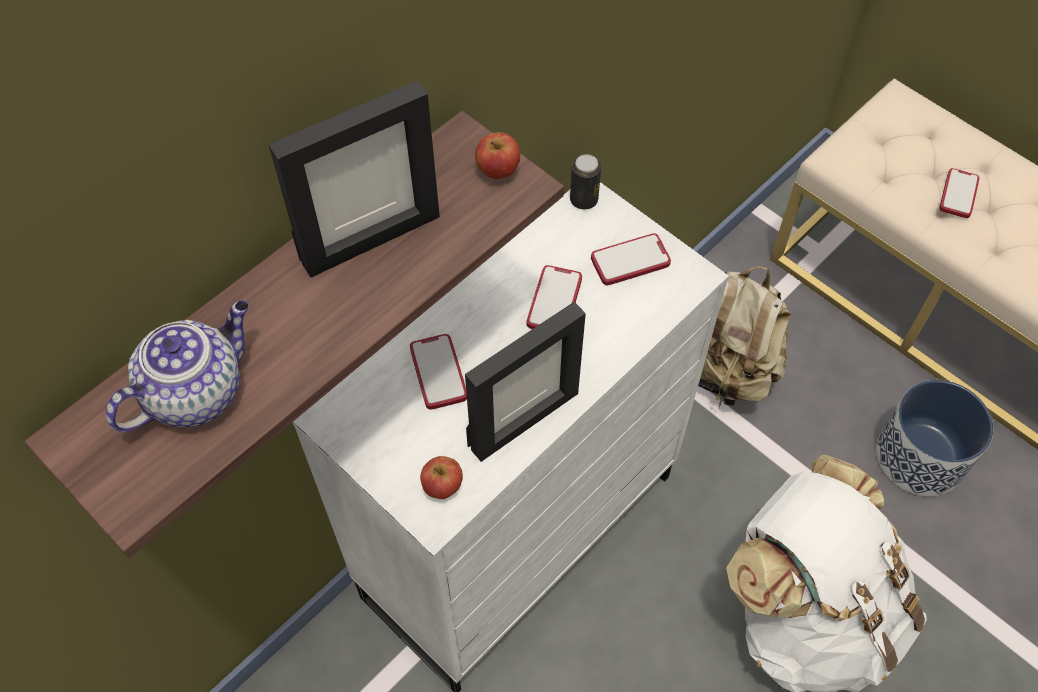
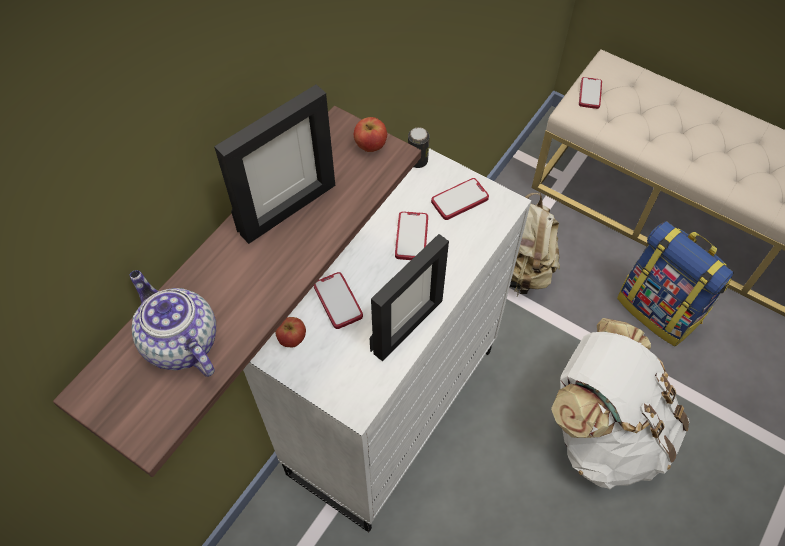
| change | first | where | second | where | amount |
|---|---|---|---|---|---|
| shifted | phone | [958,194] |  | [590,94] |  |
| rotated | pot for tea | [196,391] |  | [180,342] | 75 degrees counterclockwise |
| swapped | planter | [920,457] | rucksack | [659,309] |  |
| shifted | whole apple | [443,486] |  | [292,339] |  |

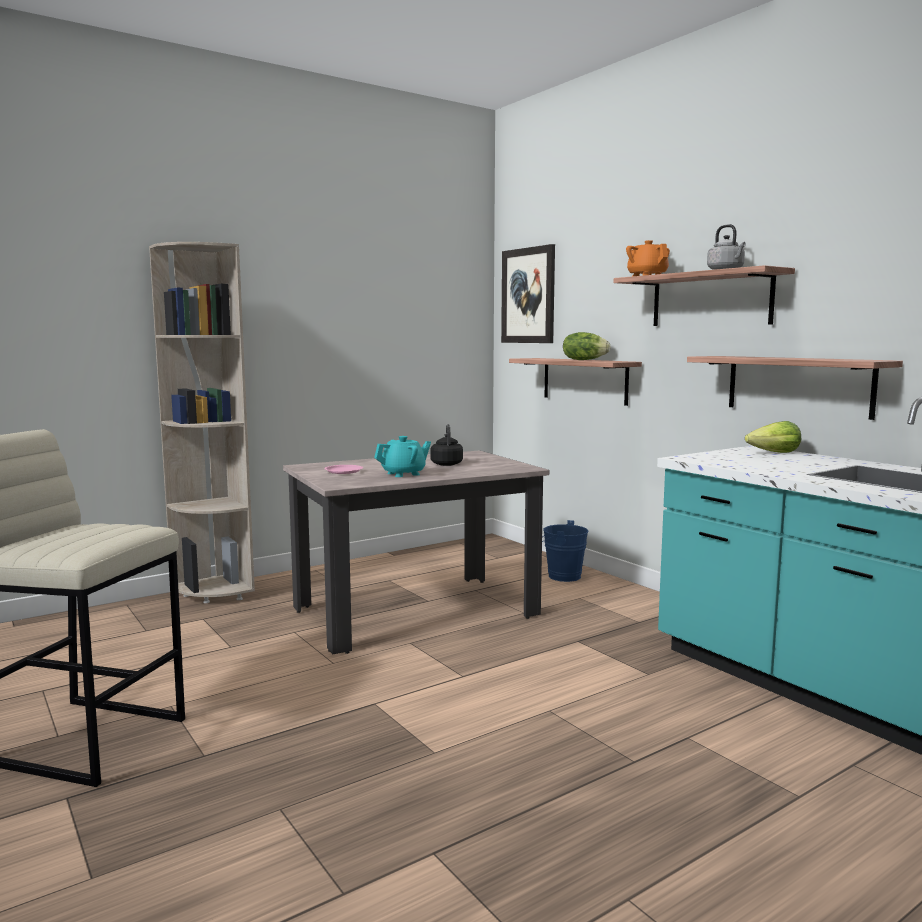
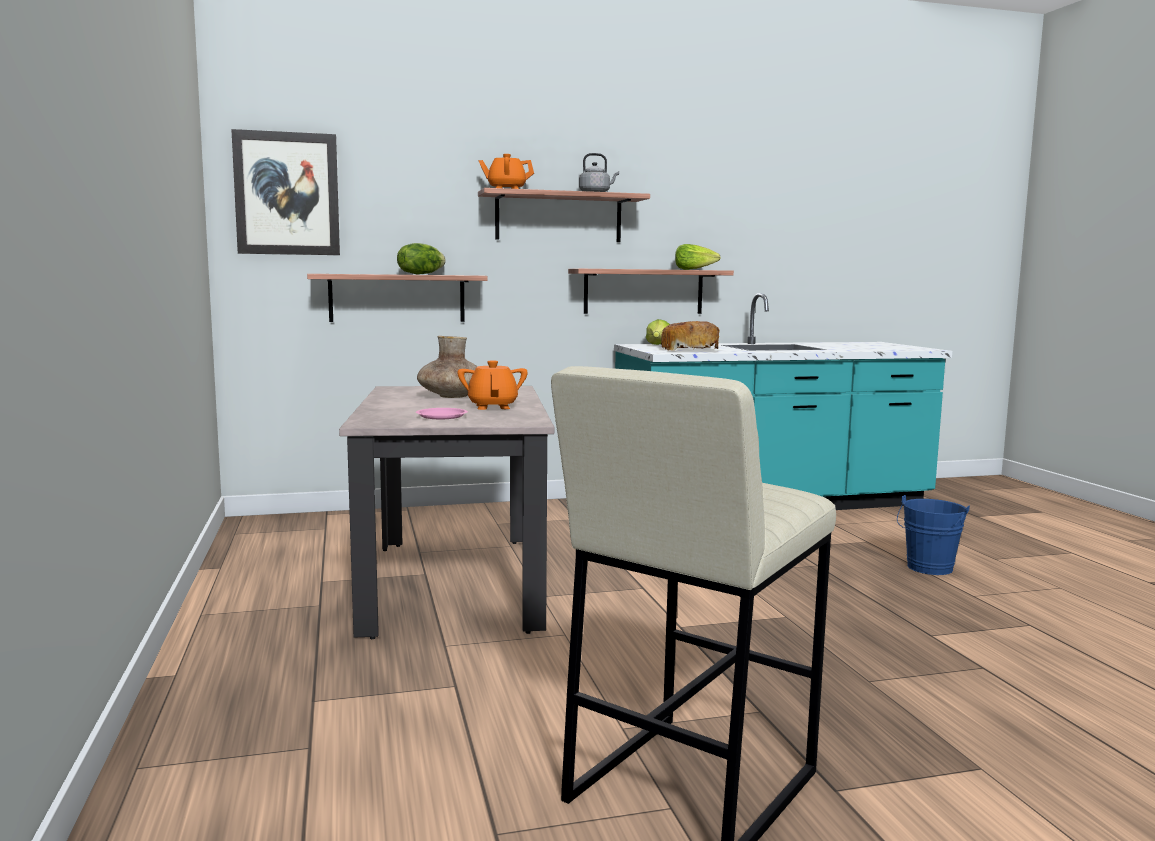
| change | first | where | second | where | amount |
|---|---|---|---|---|---|
| gone | bookcase in sand-coloured | [214,596] |  |  |  |
| swapped | kettle in blackish | [446,464] | flower vase in brown | [451,396] |  |
| repainted | pot for tea in turquoise | [404,474] | pot for tea in orangey | [493,407] |  |
| shifted | water bucket in bluish | [560,576] |  | [928,569] |  |
| new |  |  | lettuce head | [694,269] |  |
| new |  |  | bread | [688,350] |  |

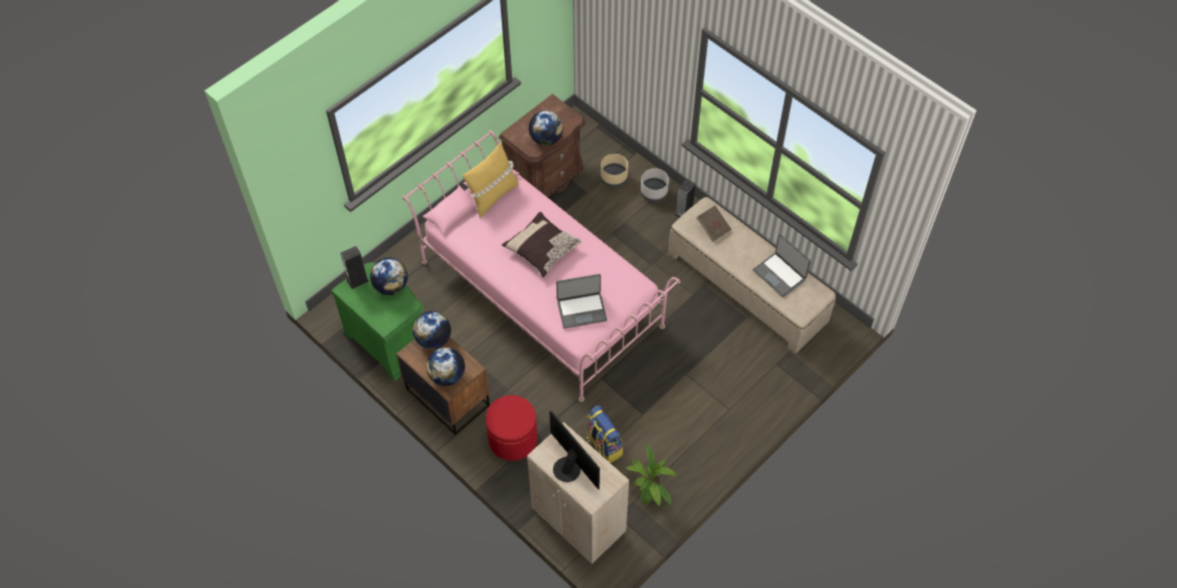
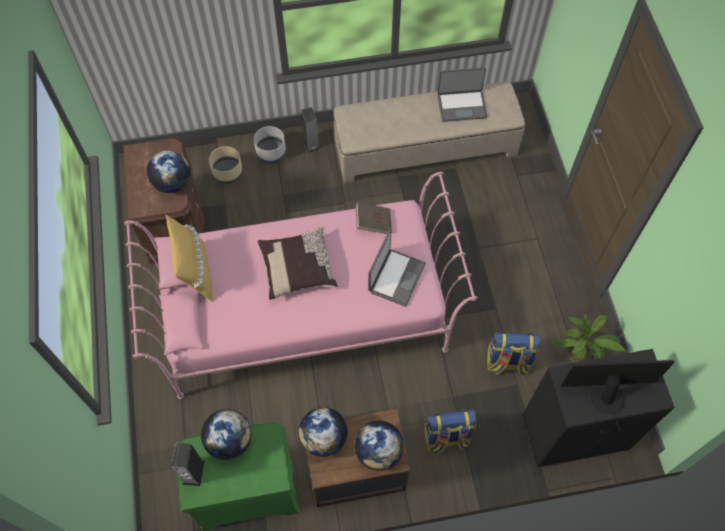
| change | first | where | second | where | amount |
|---|---|---|---|---|---|
| shifted | bound book in brown | [713,228] |  | [373,223] |  |
| swapped | pouffe in red-coloured | [513,439] | rucksack | [446,438] |  |
| repainted | cupboard in sand-coloured | [577,521] | cupboard in blackish | [572,435] |  |

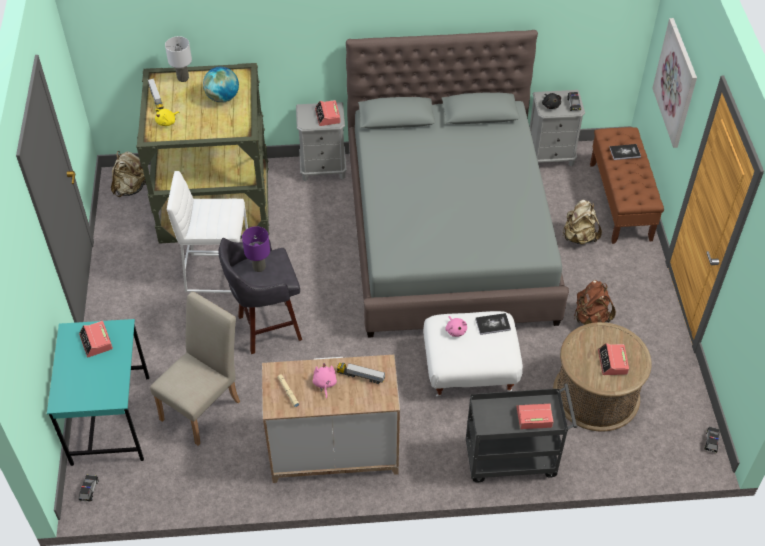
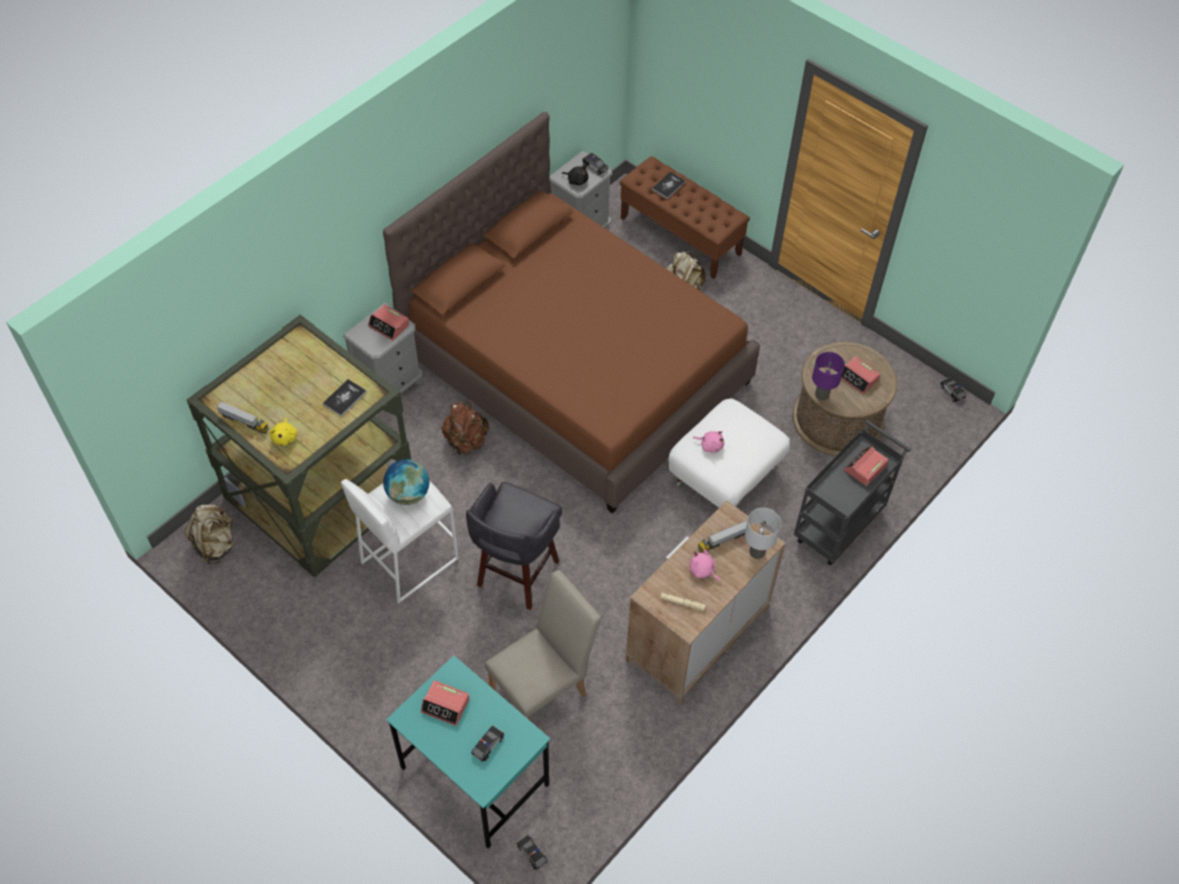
| change | first | where | second | where | amount |
|---|---|---|---|---|---|
| gone | wall art | [676,83] |  |  |  |
| repainted | bedroom bed in greyish | [449,235] | bedroom bed in brown | [575,368] |  |
| shifted | table lamp in white | [183,79] |  | [757,553] |  |
| shifted | world globe | [223,98] |  | [408,494] |  |
| shifted | table lamp in purplish | [258,268] |  | [822,396] |  |
| shifted | rucksack in brown | [591,317] |  | [465,442] |  |
| rotated | plain chair in sand-coloured | [205,406] |  | [544,690] | 60 degrees clockwise |
| shifted | bound book | [492,324] |  | [344,398] |  |
| new |  |  | model car | [487,746] |  |

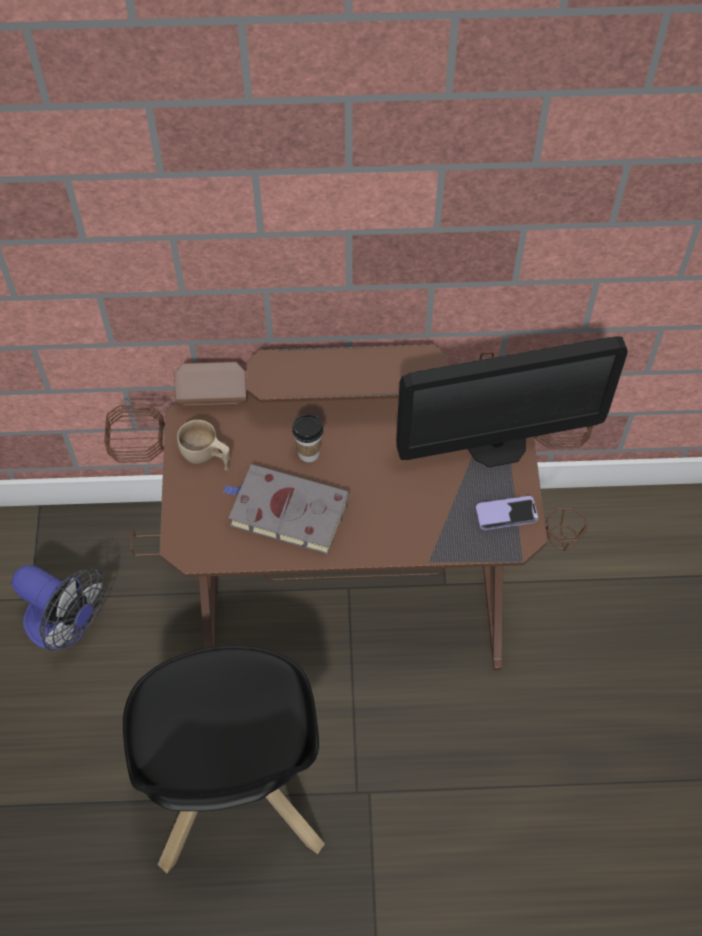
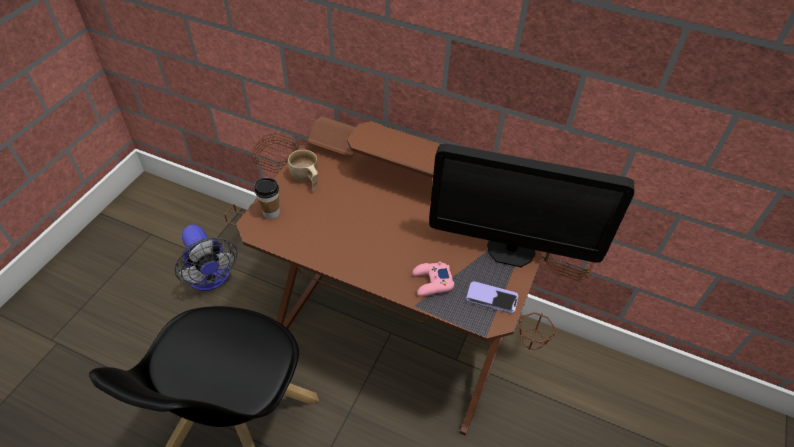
| change | first | where | second | where | amount |
|---|---|---|---|---|---|
| shifted | small cup | [308,453] |  | [271,213] |  |
| gone | bound book in greyish | [285,512] |  |  |  |
| new |  |  | gamepad in pink | [432,282] |  |

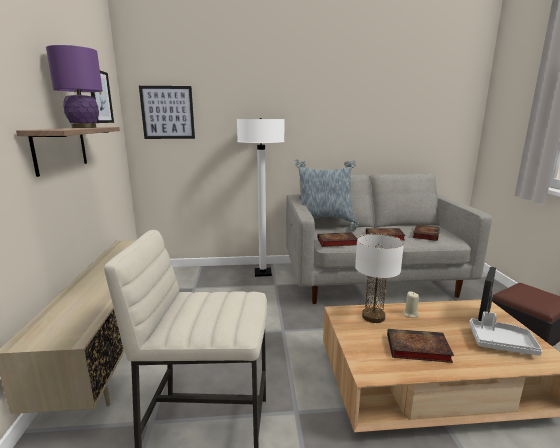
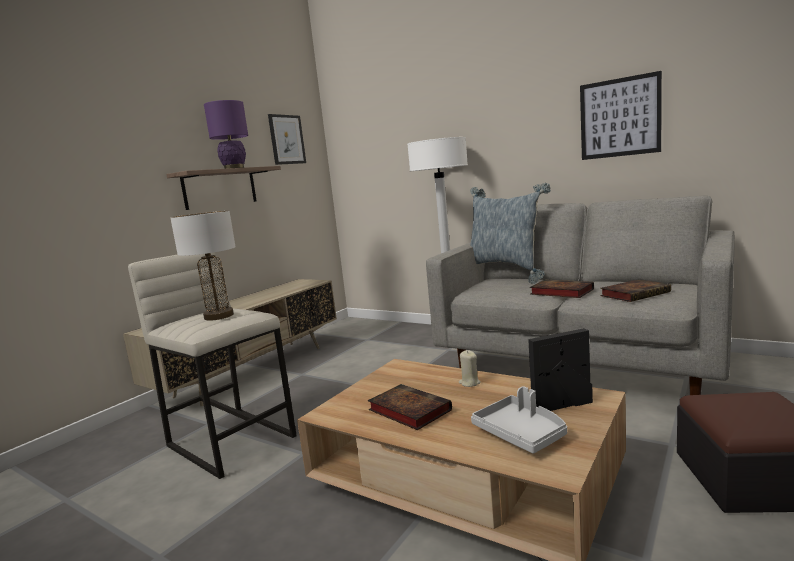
| change | first | where | second | where | amount |
|---|---|---|---|---|---|
| shifted | wall art | [167,112] |  | [619,117] |  |
| gone | bound book | [336,242] |  |  |  |
| shifted | table lamp | [373,316] |  | [219,316] |  |

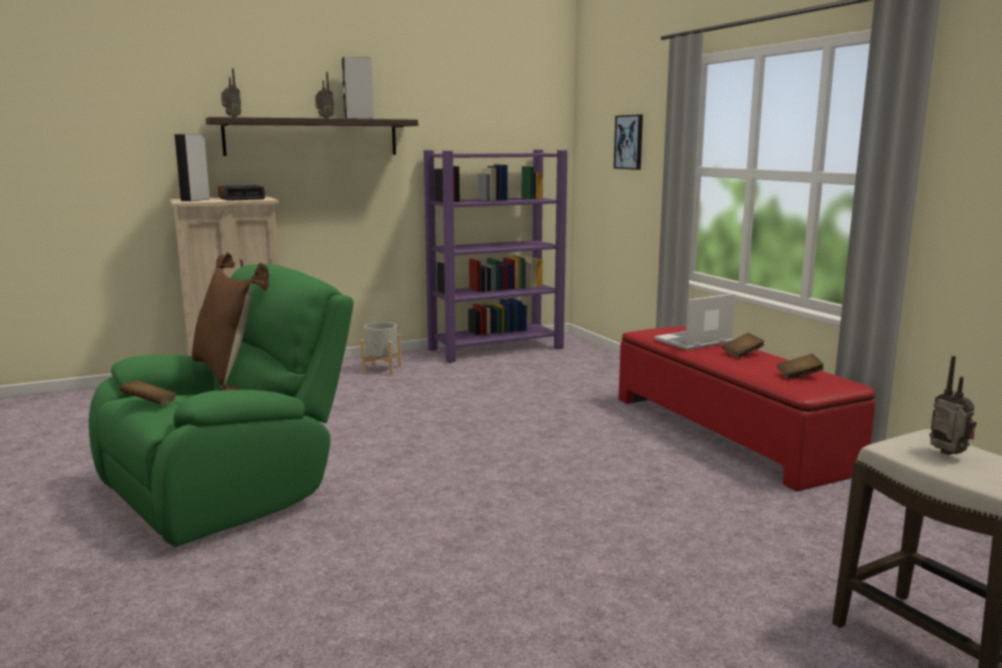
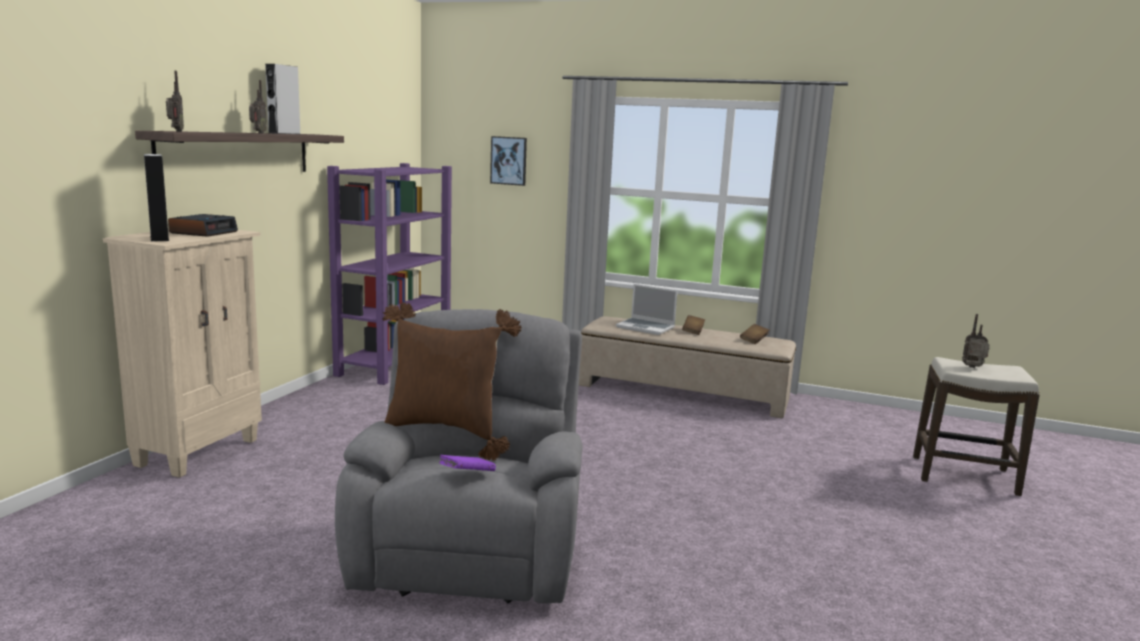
| change | first | where | second | where | amount |
|---|---|---|---|---|---|
| repainted | armchair in greenish | [227,492] | armchair in greyish | [471,551] |  |
| rotated | portable computer | [693,342] |  | [646,327] | 75 degrees counterclockwise |
| gone | planter in greyish | [381,370] |  |  |  |
| repainted | bench in red-coloured | [728,432] | bench in sand-coloured | [684,392] |  |
| repainted | bound book in brown | [149,404] | bound book in purplish | [467,475] |  |

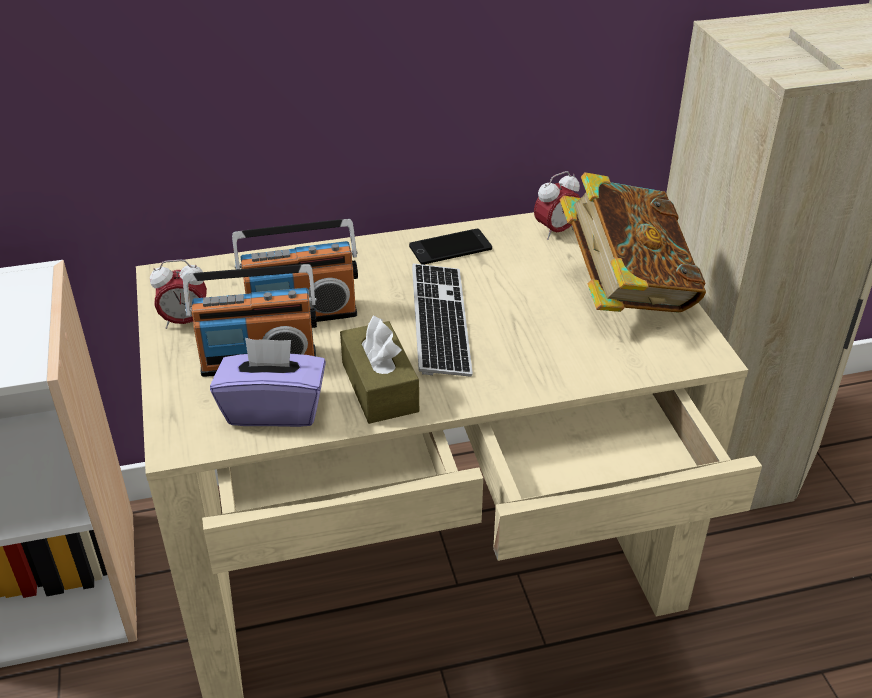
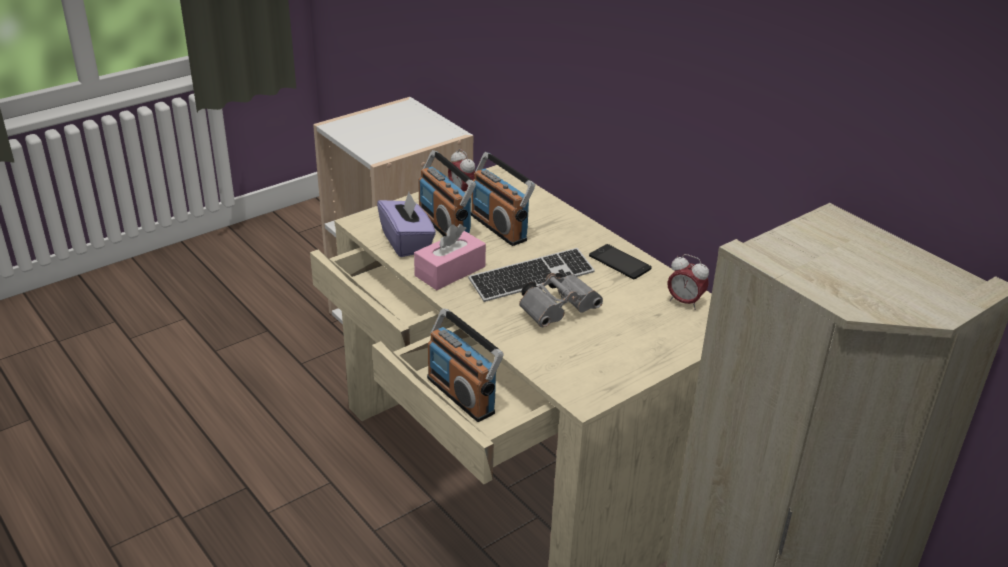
| change | first | where | second | where | amount |
|---|---|---|---|---|---|
| gone | bound book | [625,293] |  |  |  |
| repainted | tissue holder in brown | [379,387] | tissue holder in pink | [450,271] |  |
| new |  |  | pair of binoculars in greyish | [559,310] |  |
| new |  |  | radio | [461,395] |  |

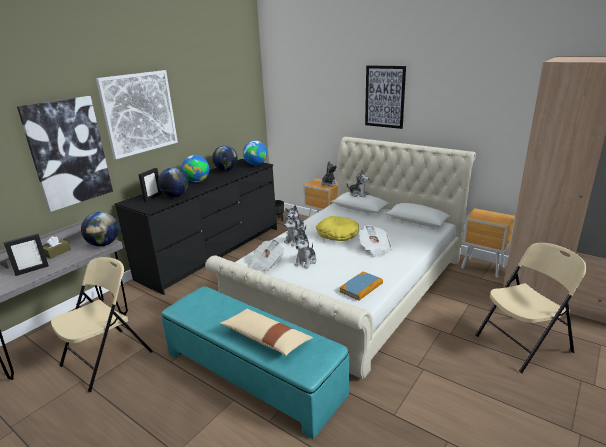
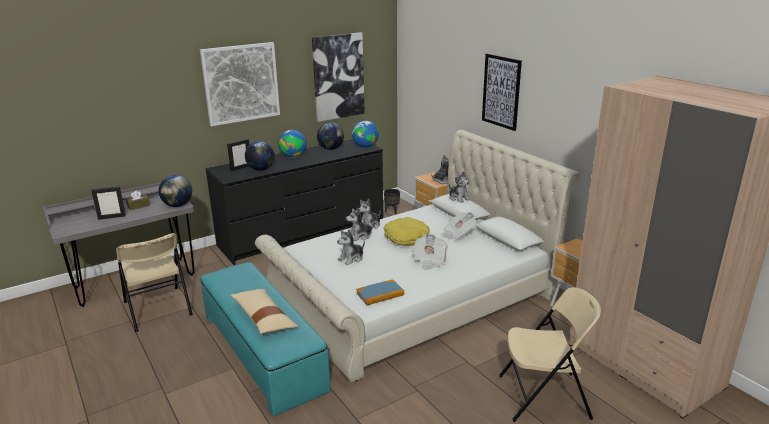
| change | first | where | second | where | amount |
|---|---|---|---|---|---|
| shifted | wall art | [68,152] |  | [338,76] |  |
| shifted | newspaper | [266,264] |  | [458,234] |  |
| rotated | plain chair in sand-coloured | [107,358] |  | [157,309] | 90 degrees clockwise |

